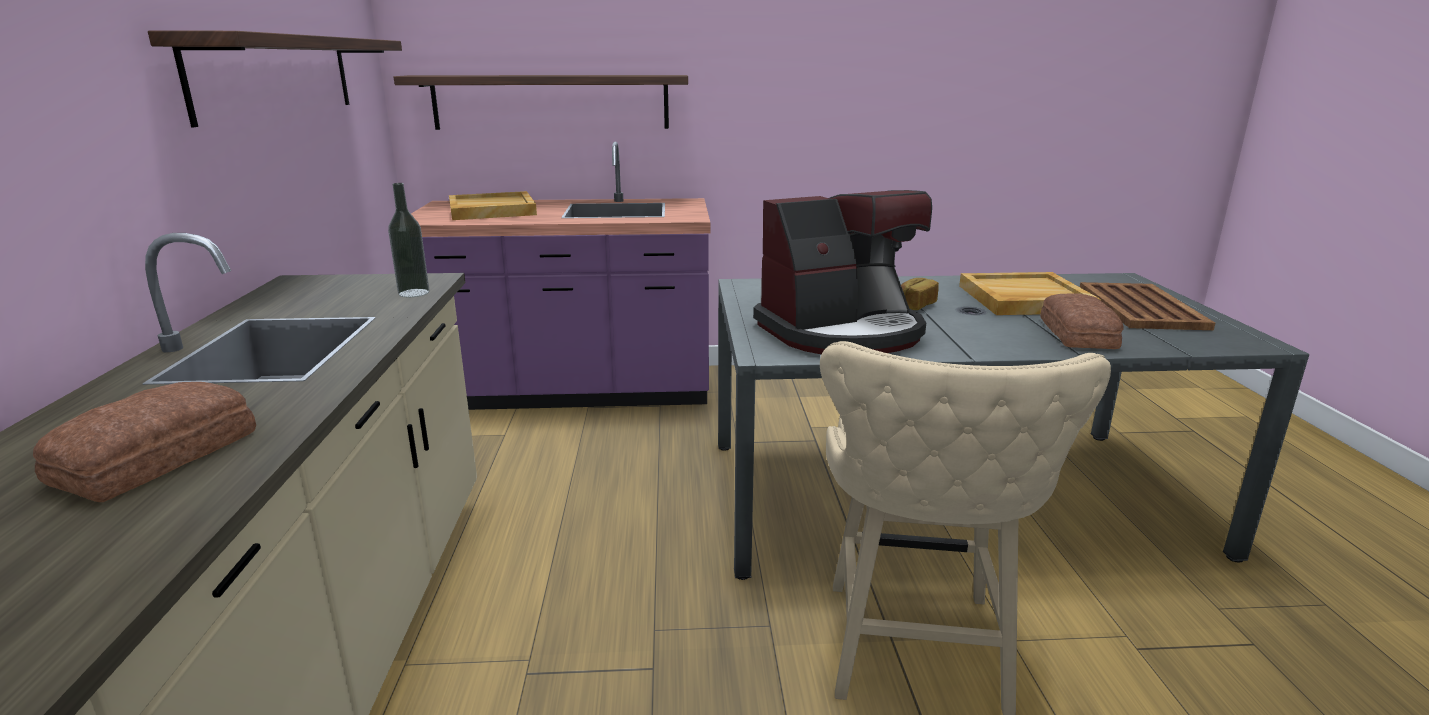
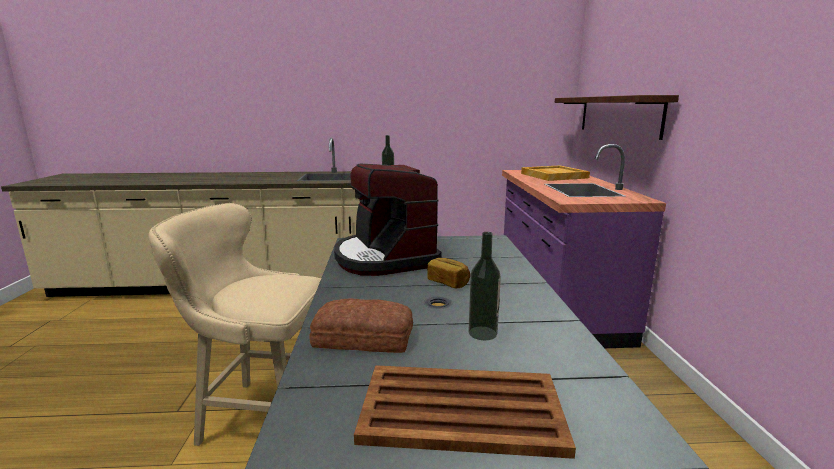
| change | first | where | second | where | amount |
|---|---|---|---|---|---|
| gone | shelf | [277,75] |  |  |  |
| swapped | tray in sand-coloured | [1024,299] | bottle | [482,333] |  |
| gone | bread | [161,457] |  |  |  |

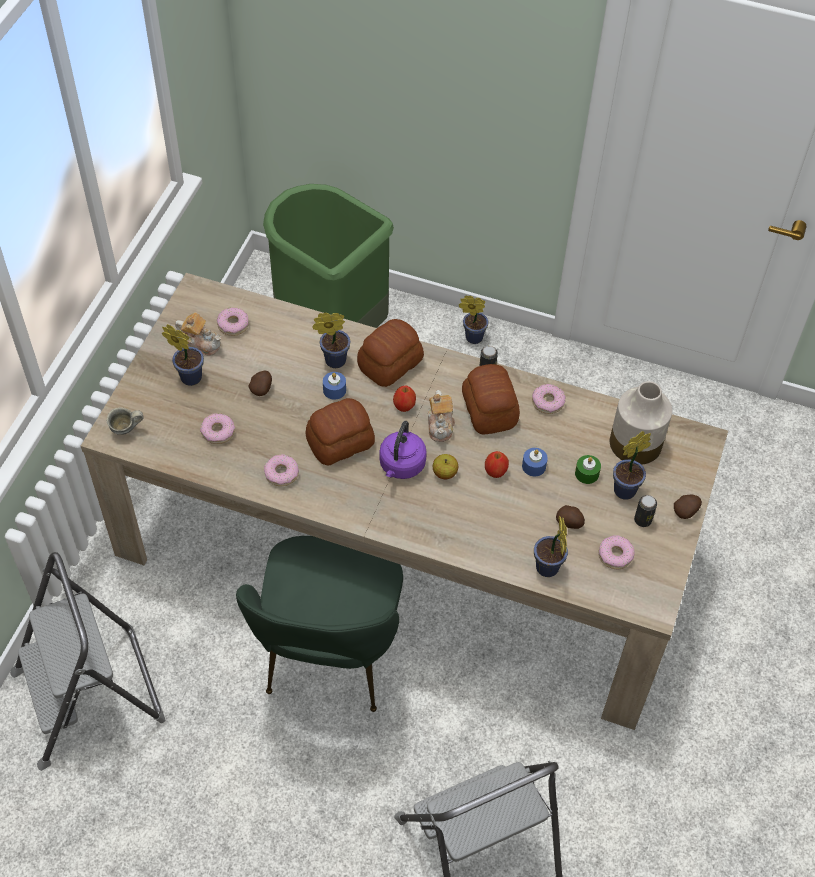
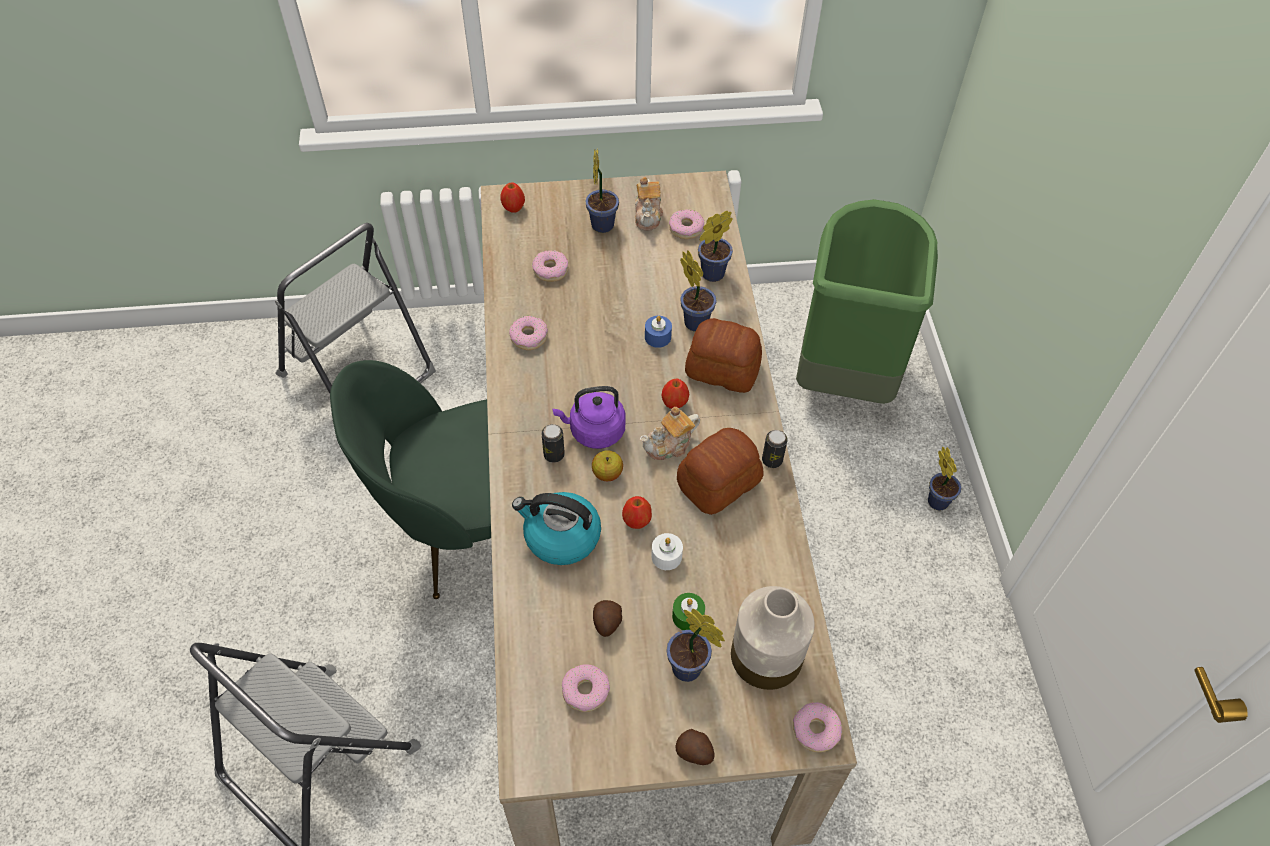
| change | first | where | second | where | amount |
|---|---|---|---|---|---|
| gone | spud | [262,388] |  |  |  |
| shifted | donut | [548,402] |  | [816,730] |  |
| gone | bread | [341,443] |  |  |  |
| swapped | mug in greyish | [126,431] | whole apple | [513,207] |  |
| repainted | wax candle in bluish | [534,466] | wax candle in white | [666,556] |  |
| shifted | can | [642,520] |  | [554,454] |  |
| shifted | potted plant | [547,570] |  | [710,275] |  |
| new |  |  | kettle | [561,537] |  |

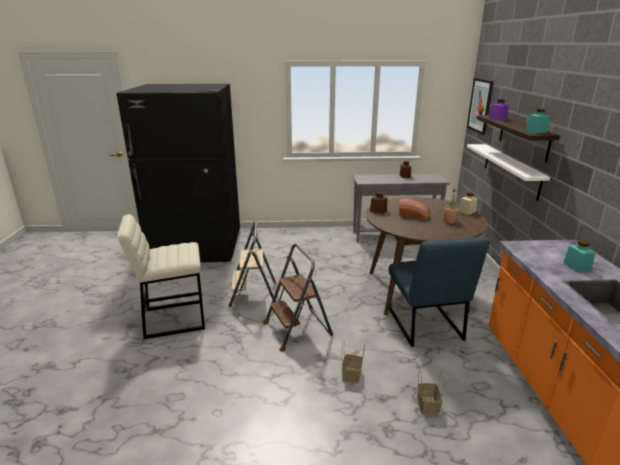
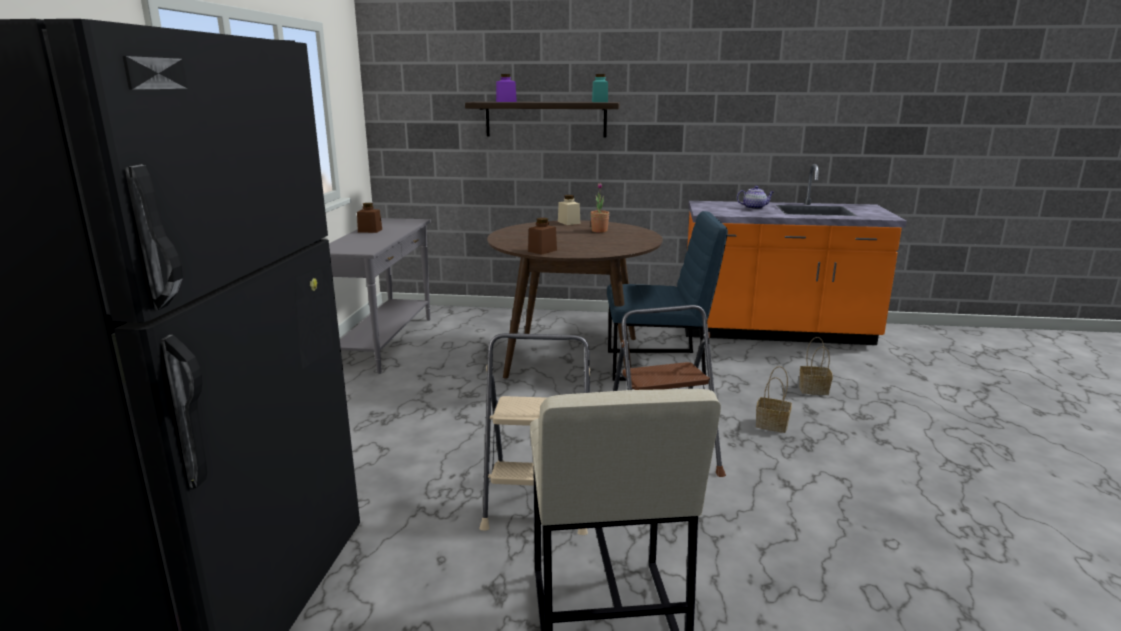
| change | first | where | second | where | amount |
|---|---|---|---|---|---|
| gone | wall art | [480,105] |  |  |  |
| gone | shelf in white | [511,170] |  |  |  |
| gone | bread | [414,215] |  |  |  |
| swapped | storage jar in turquoise | [576,267] | pot for tea | [754,208] |  |

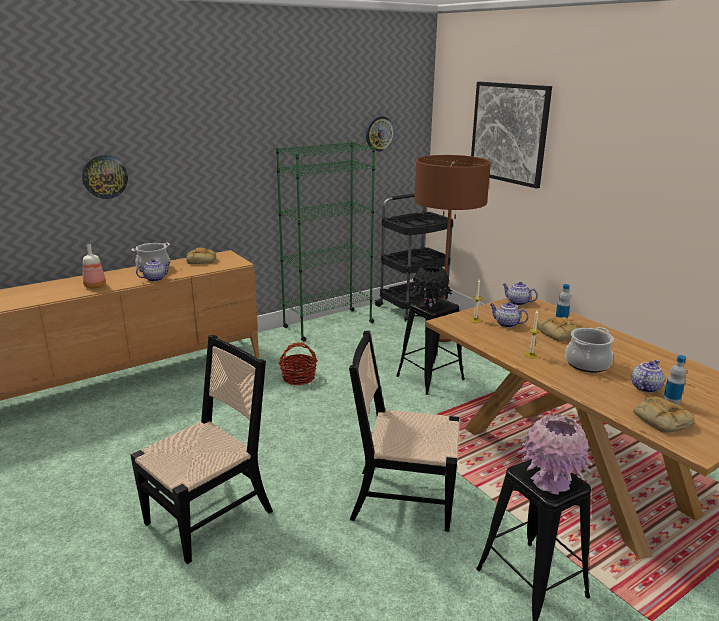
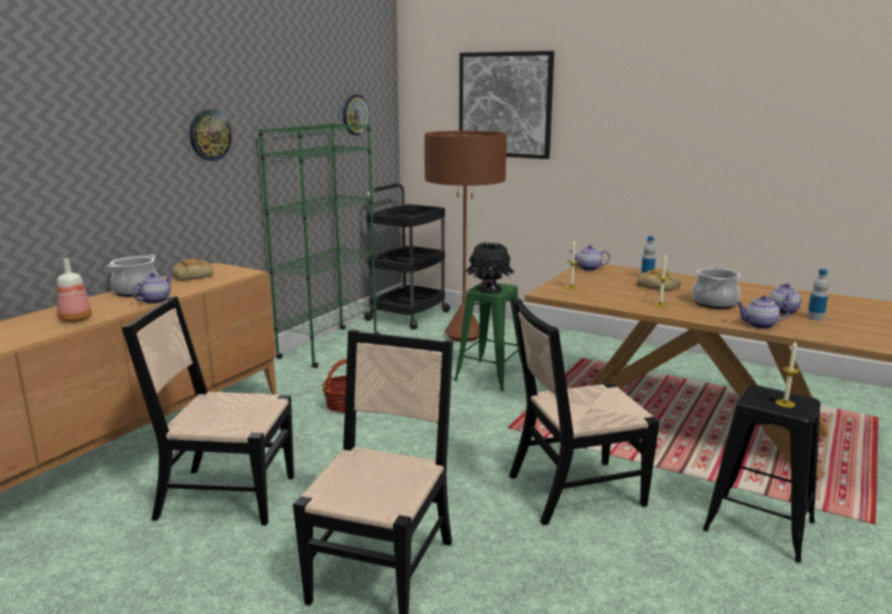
| change | first | where | second | where | amount |
|---|---|---|---|---|---|
| shifted | wall clock | [104,176] |  | [209,135] |  |
| repainted | stool in blackish | [429,378] | stool in greenish | [490,375] |  |
| shifted | pot for tea | [506,324] |  | [759,325] |  |
| gone | bread | [660,420] |  |  |  |
| swapped | flower vase in pink | [550,482] | wax candle | [785,403] |  |
| new |  |  | plain chair | [226,497] |  |

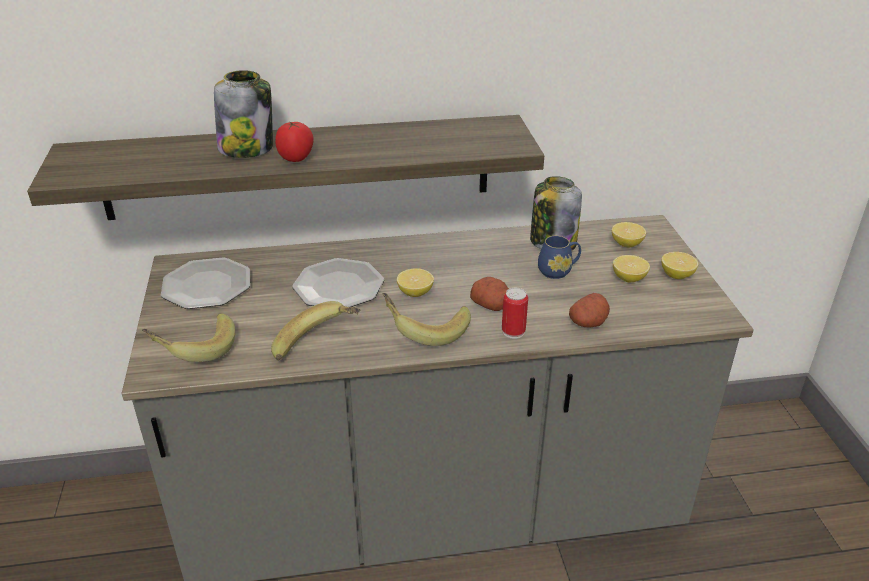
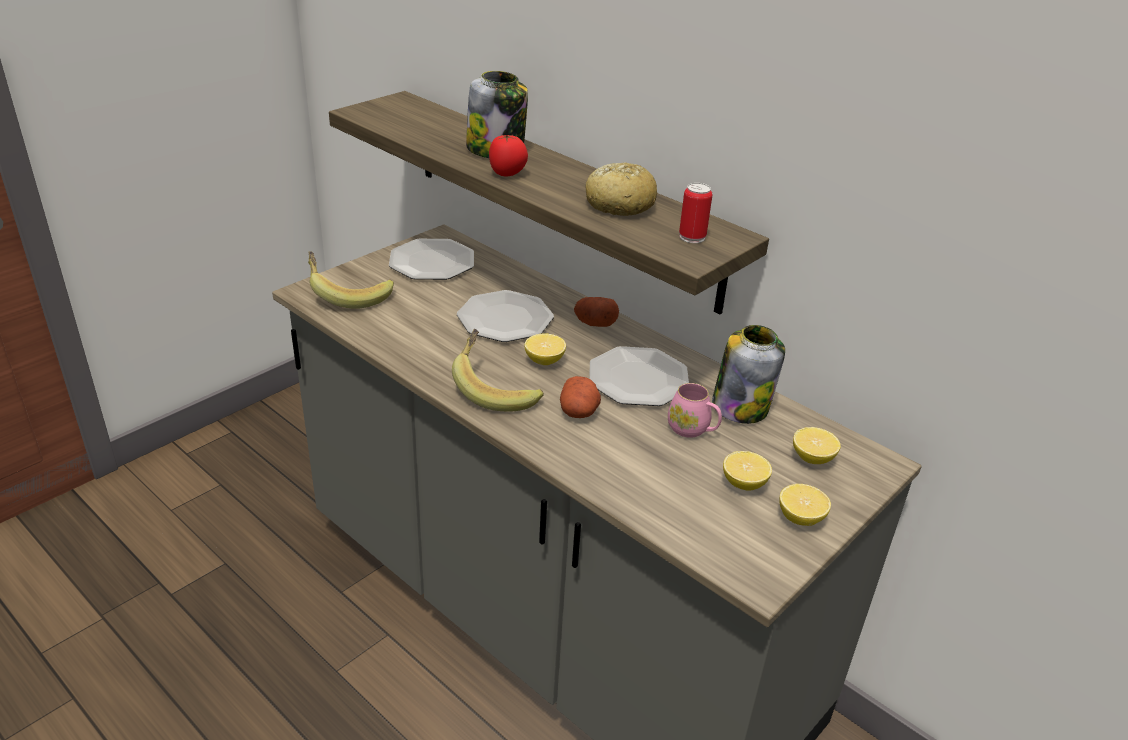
| change | first | where | second | where | amount |
|---|---|---|---|---|---|
| repainted | mug in bluish | [558,271] | mug in pink | [692,429] |  |
| shifted | can | [513,331] |  | [692,237] |  |
| shifted | spud | [588,322] |  | [594,323] |  |
| gone | banana fruit | [318,346] |  |  |  |
| new |  |  | bread | [619,204] |  |
| new |  |  | dinner plate | [638,379] |  |

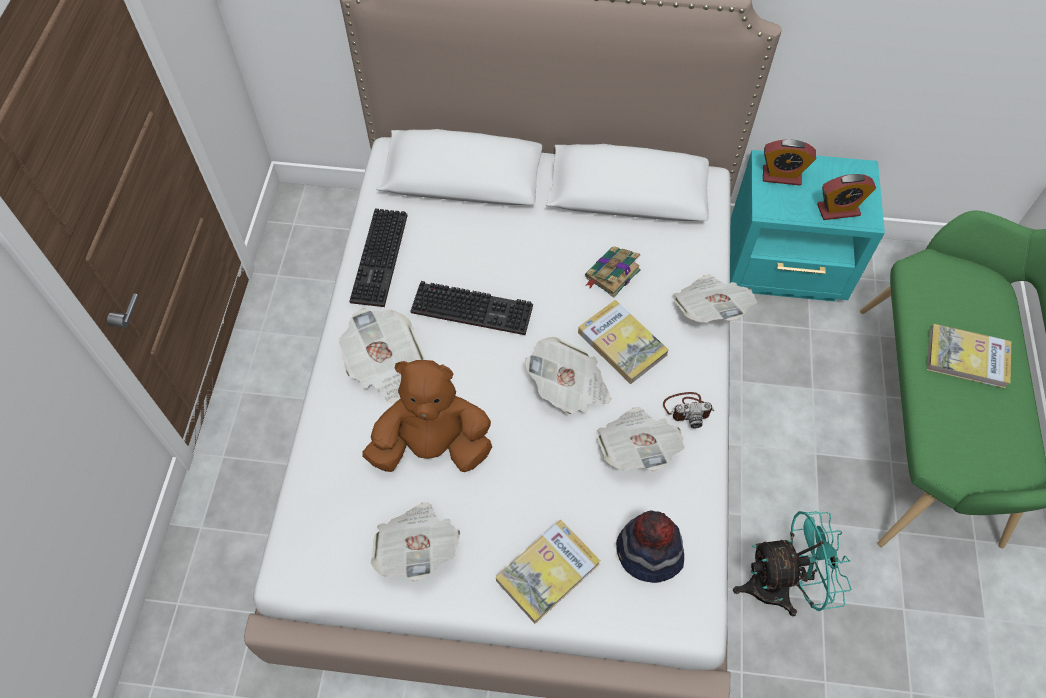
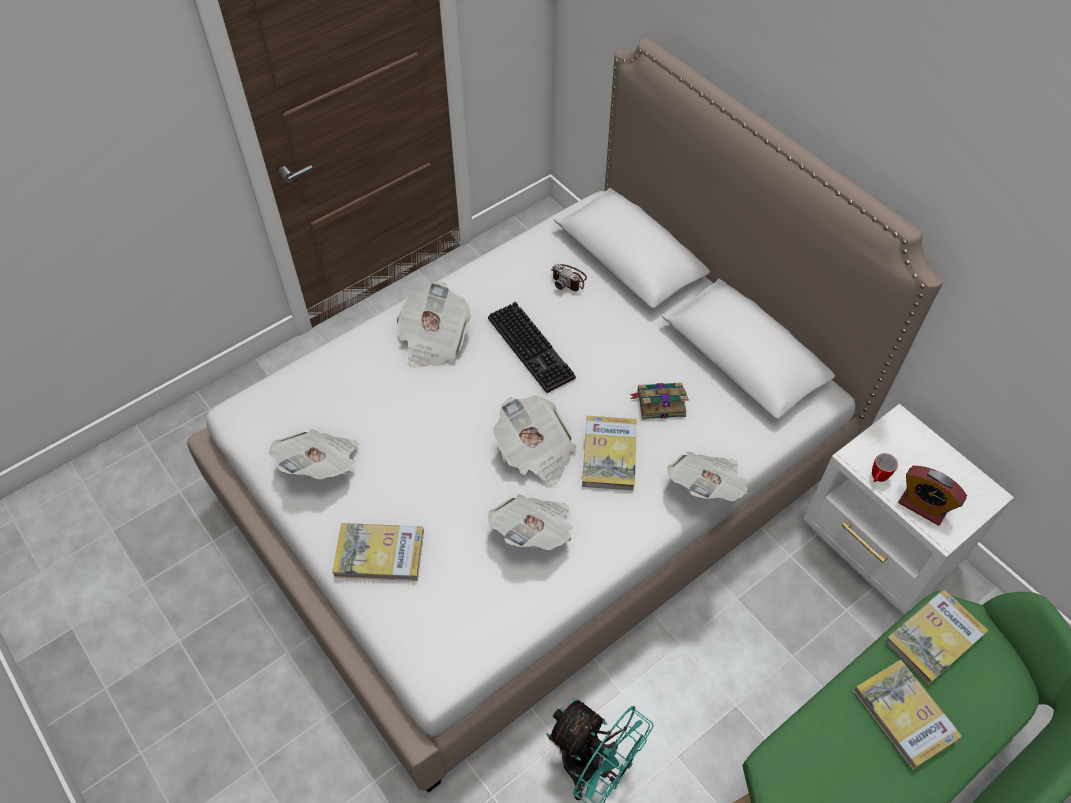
| change | first | where | second | where | amount |
|---|---|---|---|---|---|
| gone | bedside clock | [781,176] |  |  |  |
| repainted | nightstand in turquoise | [786,269] | nightstand in white | [879,548] |  |
| gone | PC keyboard | [381,260] |  |  |  |
| gone | cuddly toy in brown | [432,446] |  |  |  |
| shifted | still camera | [687,409] |  | [569,279] |  |
| gone | hat | [648,553] |  |  |  |
| new |  |  | mug | [877,478] |  |
| new |  |  | bound book | [934,638] |  |

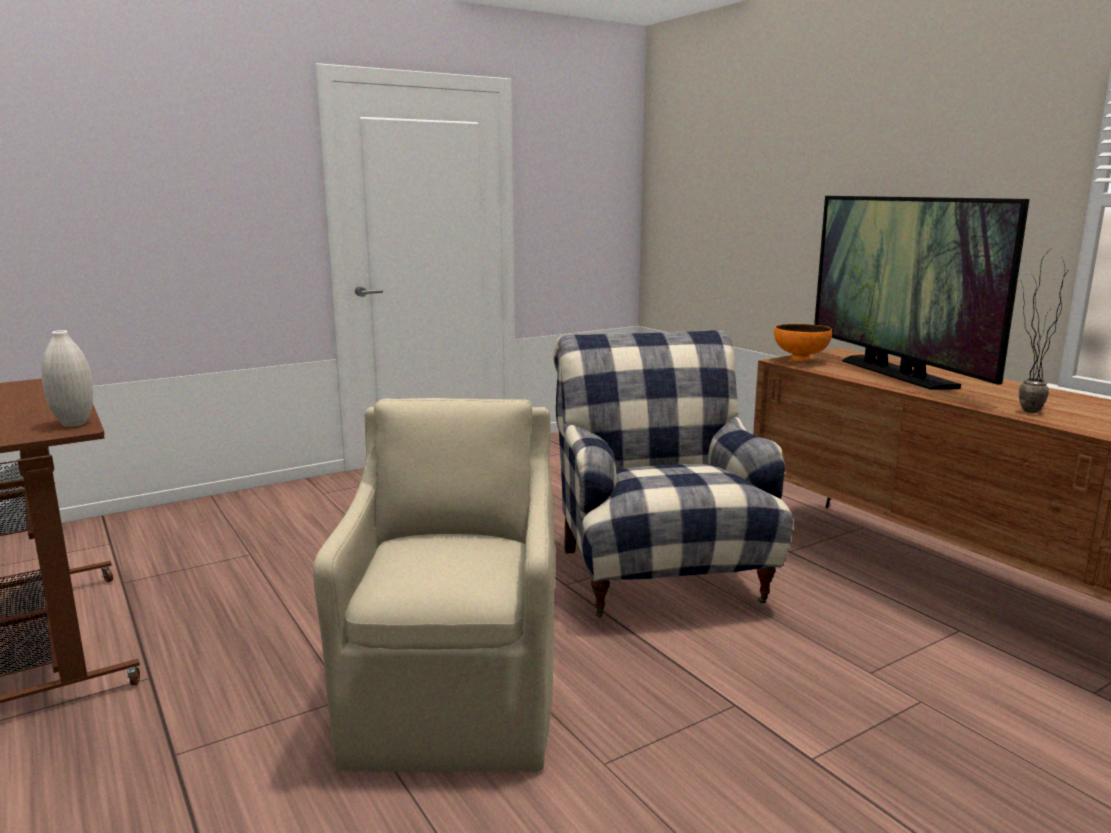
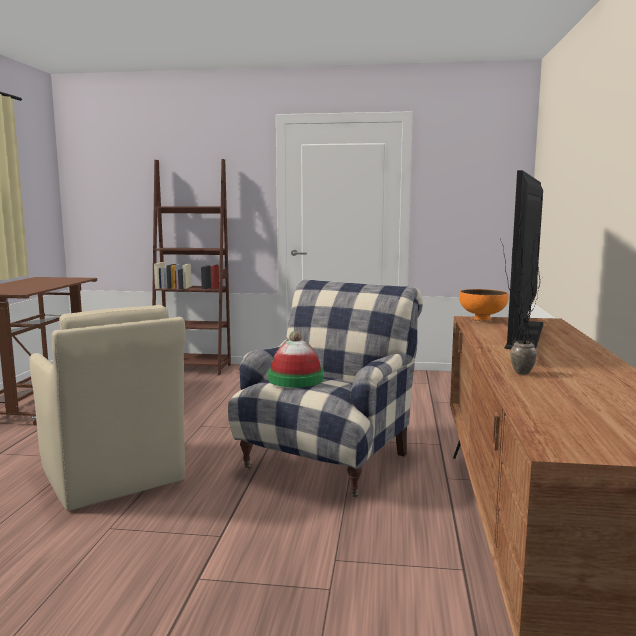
| change | first | where | second | where | amount |
|---|---|---|---|---|---|
| gone | flower vase in white | [74,424] |  |  |  |
| rotated | armchair in sand-coloured | [455,701] |  | [112,476] | 105 degrees clockwise |
| new |  |  | bookcase in brown | [192,368] |  |
| new |  |  | hat | [296,379] |  |

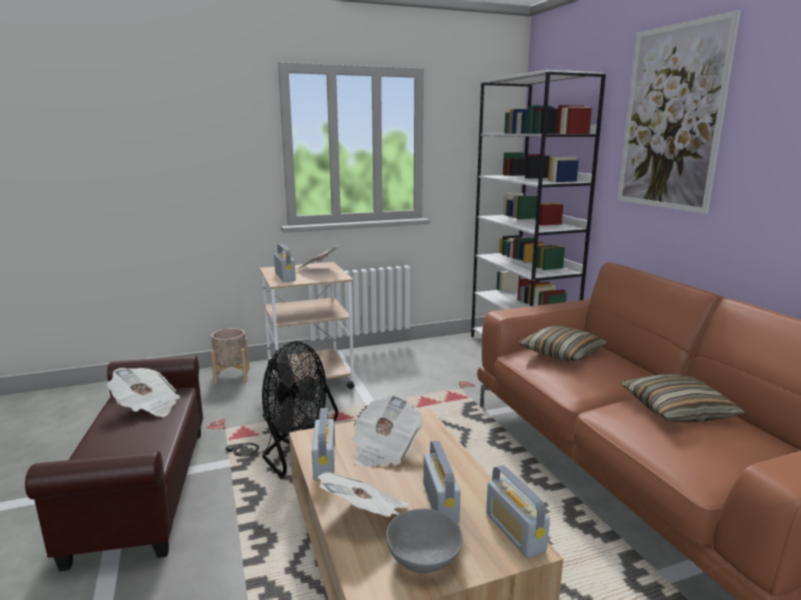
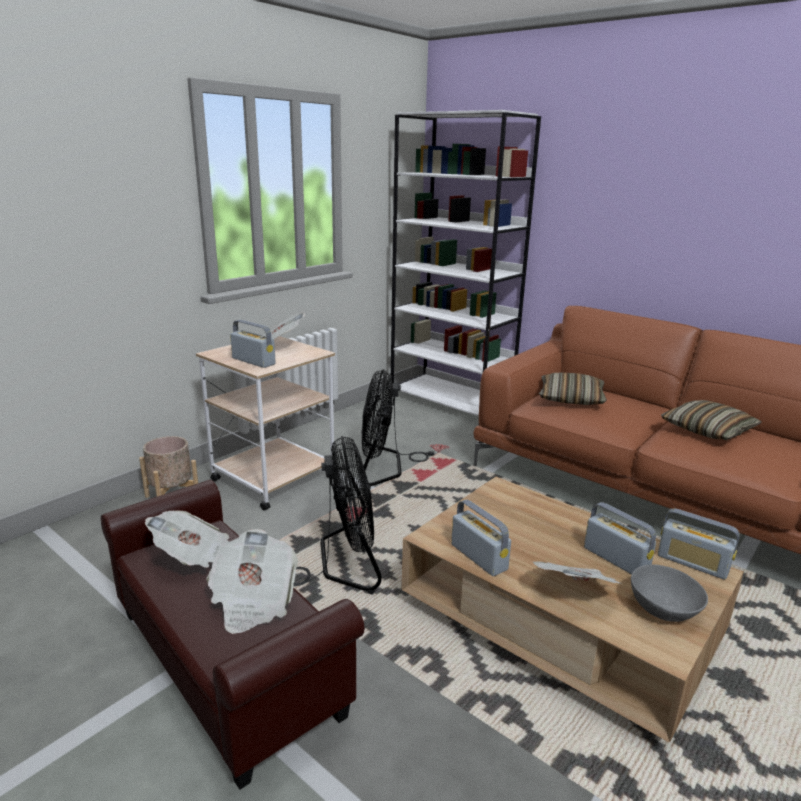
| change | first | where | second | where | amount |
|---|---|---|---|---|---|
| gone | wall art | [671,118] |  |  |  |
| shifted | newspaper | [384,449] |  | [253,600] |  |
| new |  |  | cooling fan in blackish | [386,464] |  |

